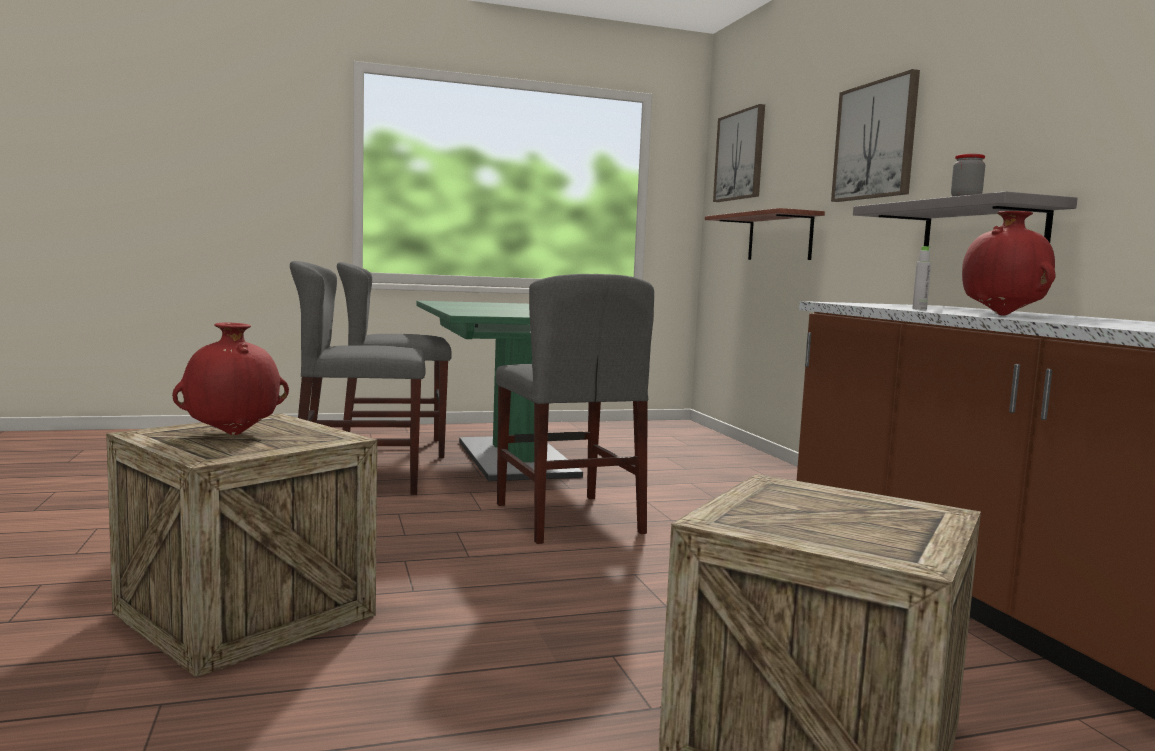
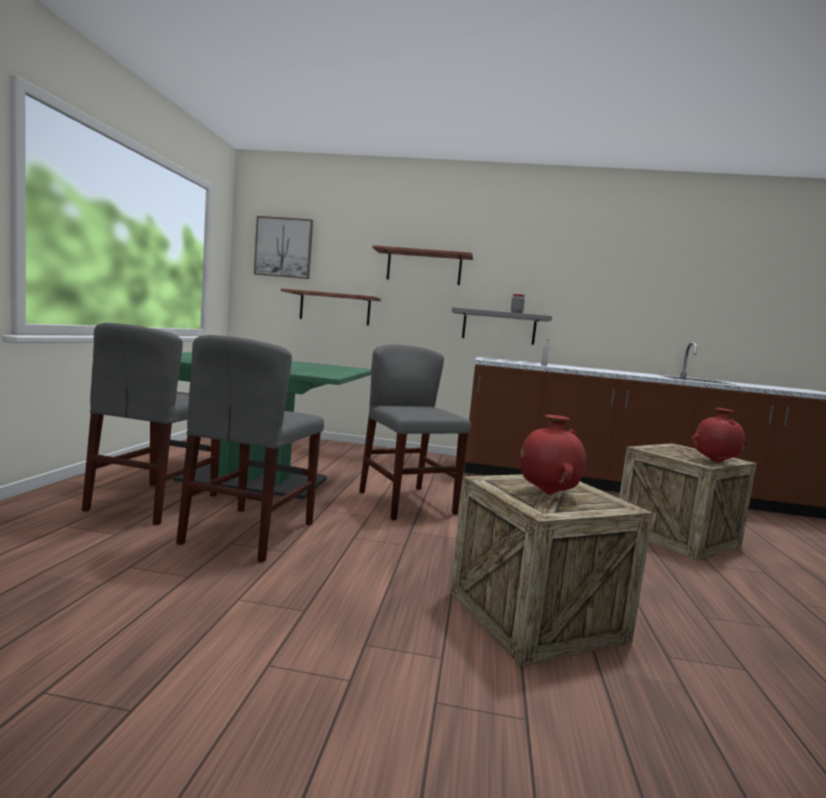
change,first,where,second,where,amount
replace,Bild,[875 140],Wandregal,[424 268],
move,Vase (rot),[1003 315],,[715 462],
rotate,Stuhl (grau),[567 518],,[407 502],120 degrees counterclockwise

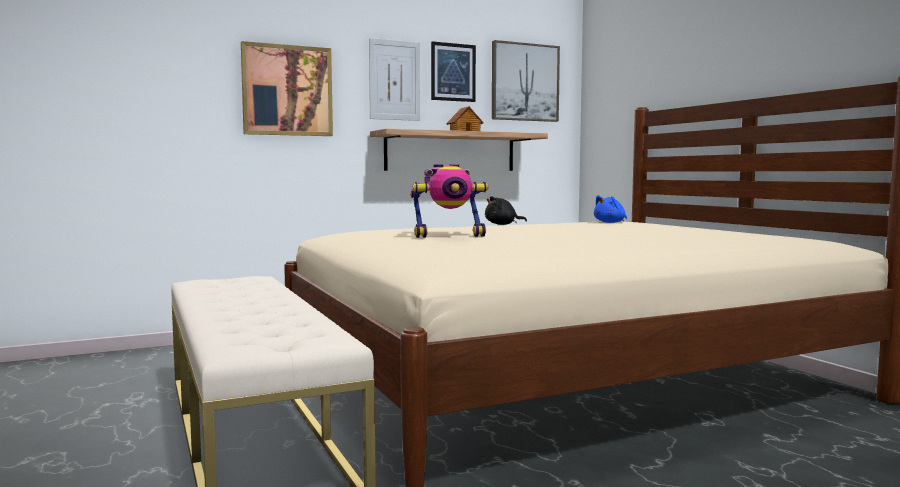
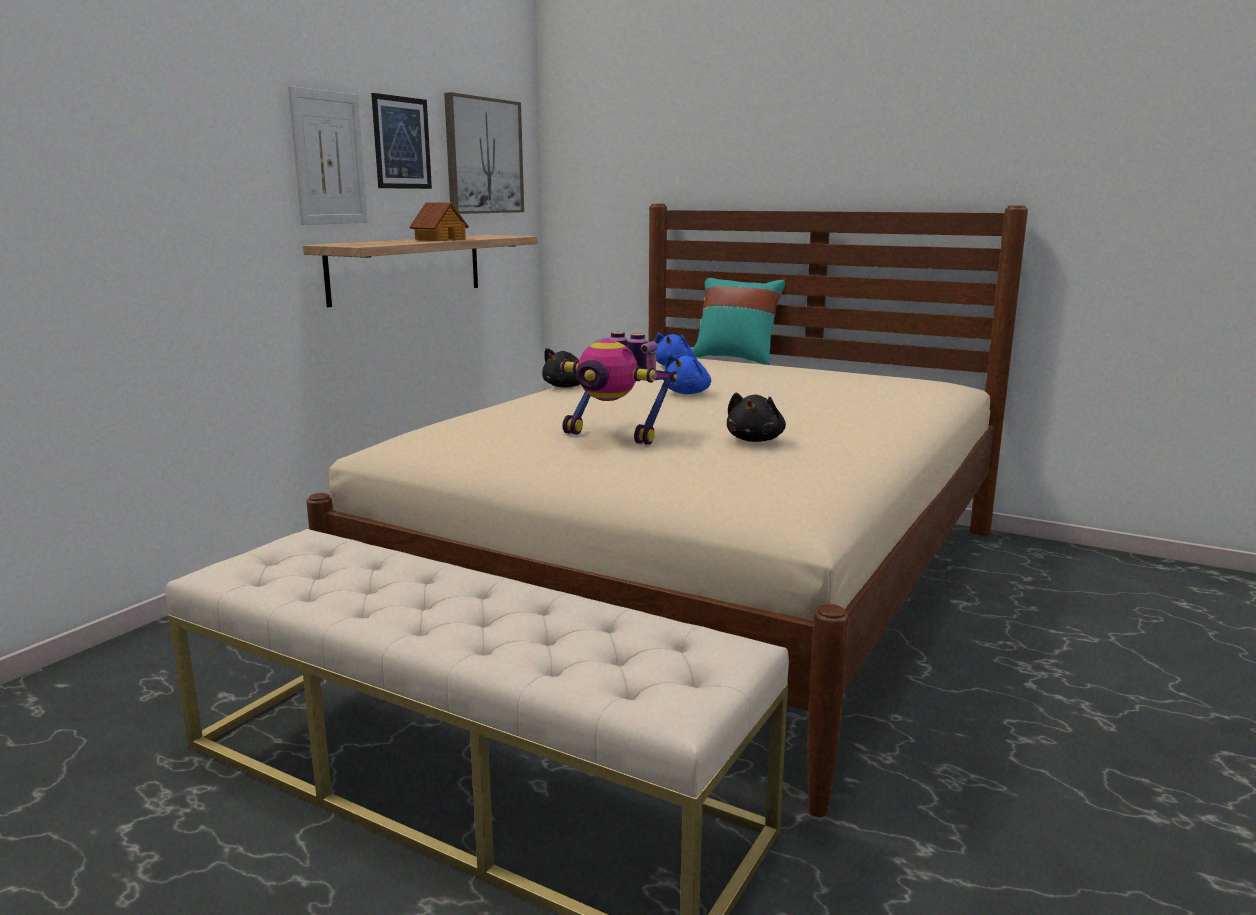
change,first,where,second,where,amount
delete,Bild,[287 90],,,
rotate,Spielzeugroboter,[449 236],,[615 435],75 degrees clockwise
insert,,,Kissen (türkis),[736 359],
insert,,,Plüschtier (blau),[688 393],
insert,,,Plüschtier (schwarz),[755 440],

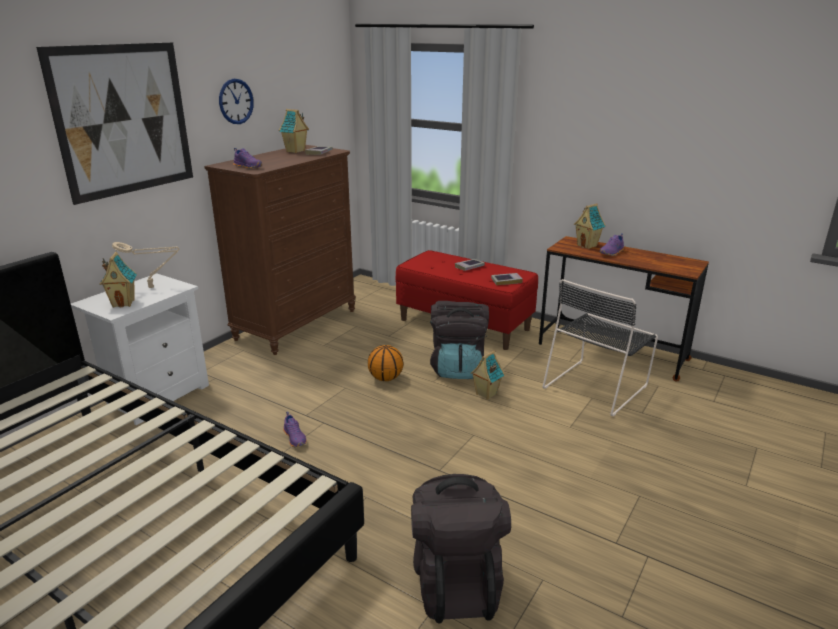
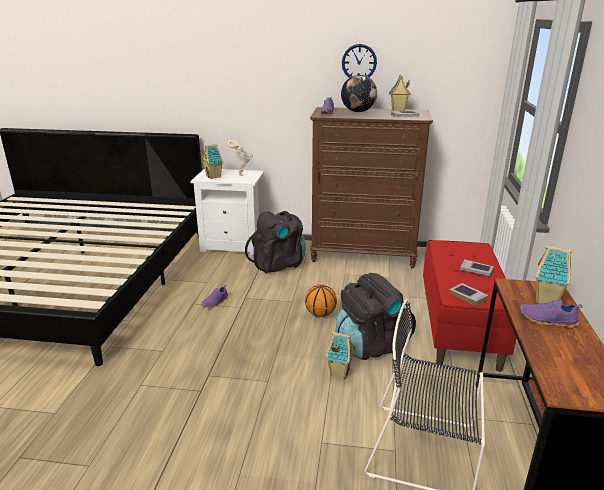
change,first,where,second,where,amount
delete,Bild,[124 120],,,
move,Rucksack (schwarz),[456 582],,[278 264],
insert,,,Globus,[358 111],

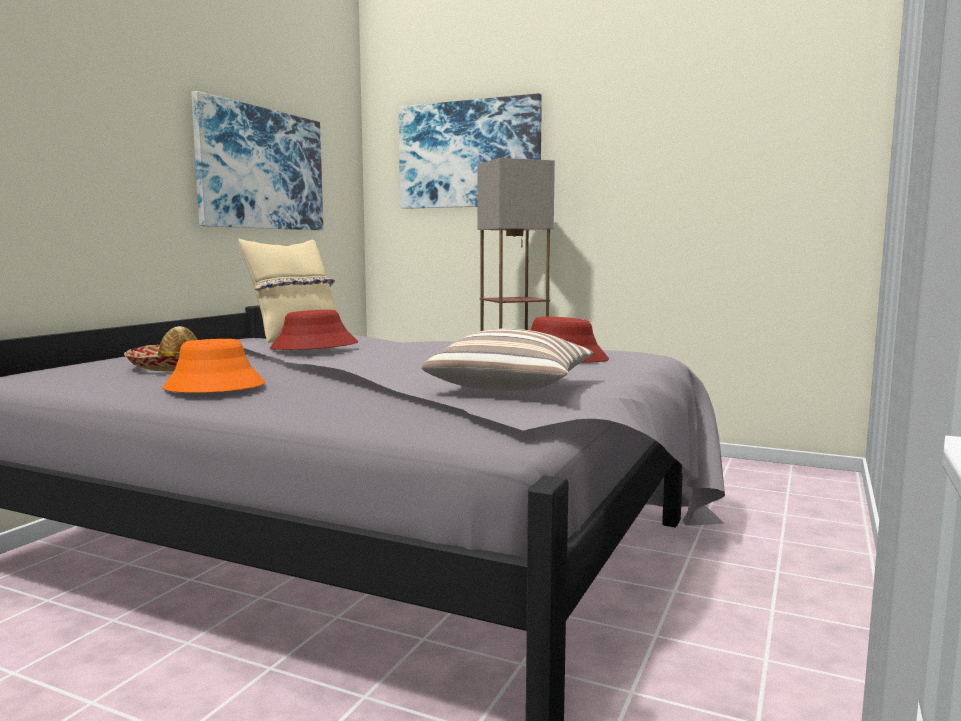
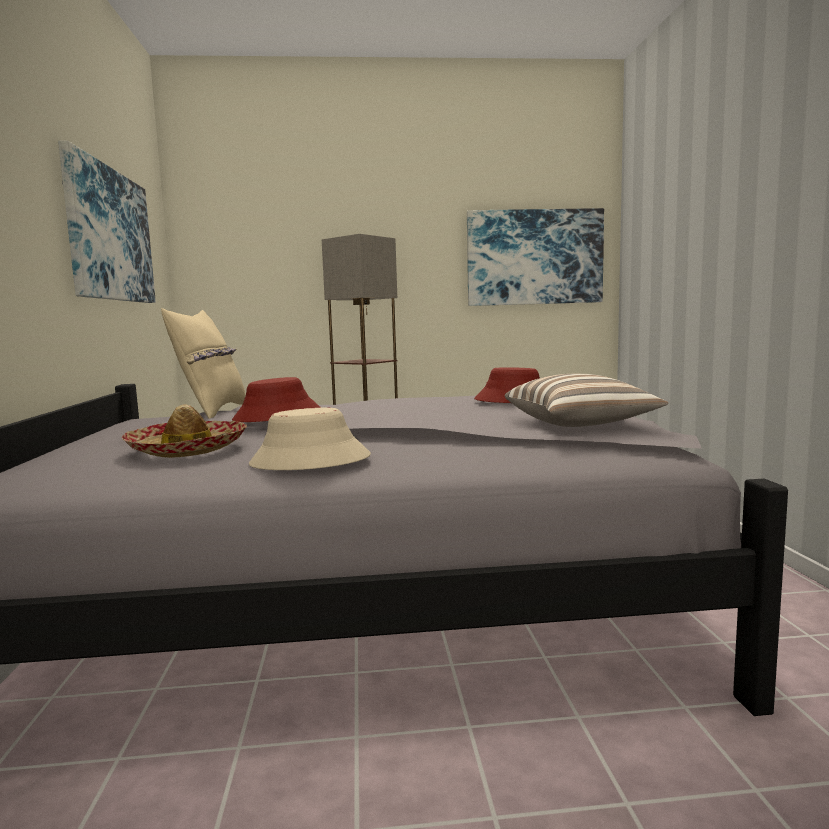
change,first,where,second,where,amount
move,Bild,[469 154],,[534 257],
recolor,Hut (orange),[214 387],Hut (beige),[309 461],

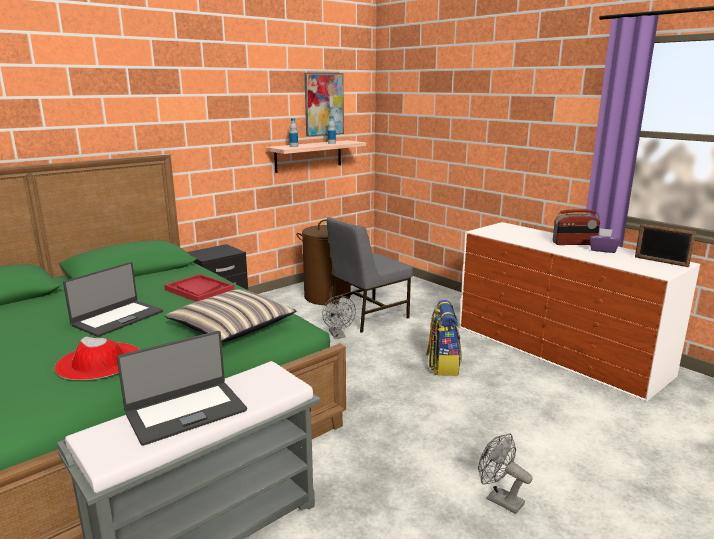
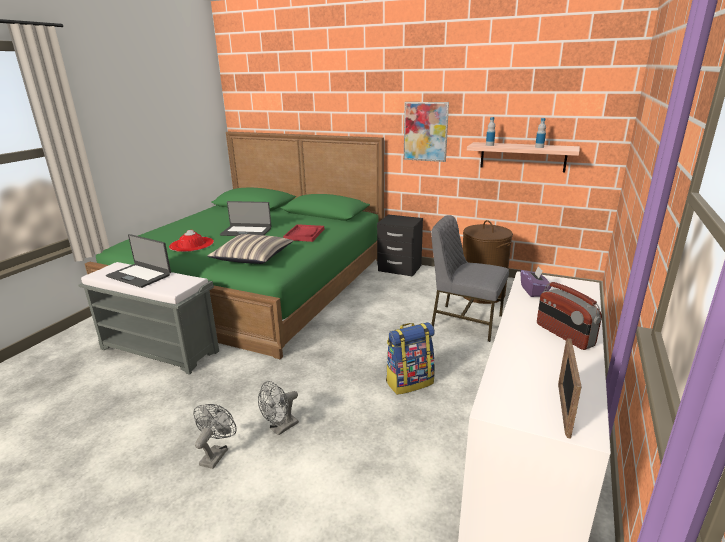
change,first,where,second,where,amount
move,Bild,[324 104],,[425 131],
move,Taschentuchbox (lila),[603 250],,[534 291],
move,Ventilator (grau),[338 335],,[280 428],

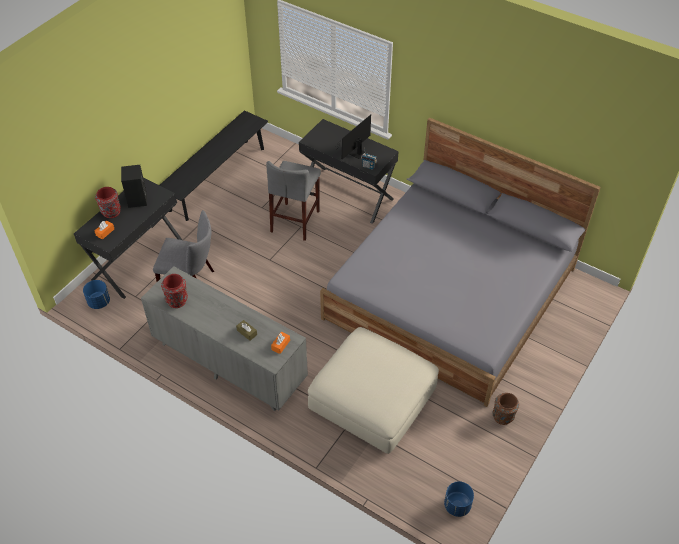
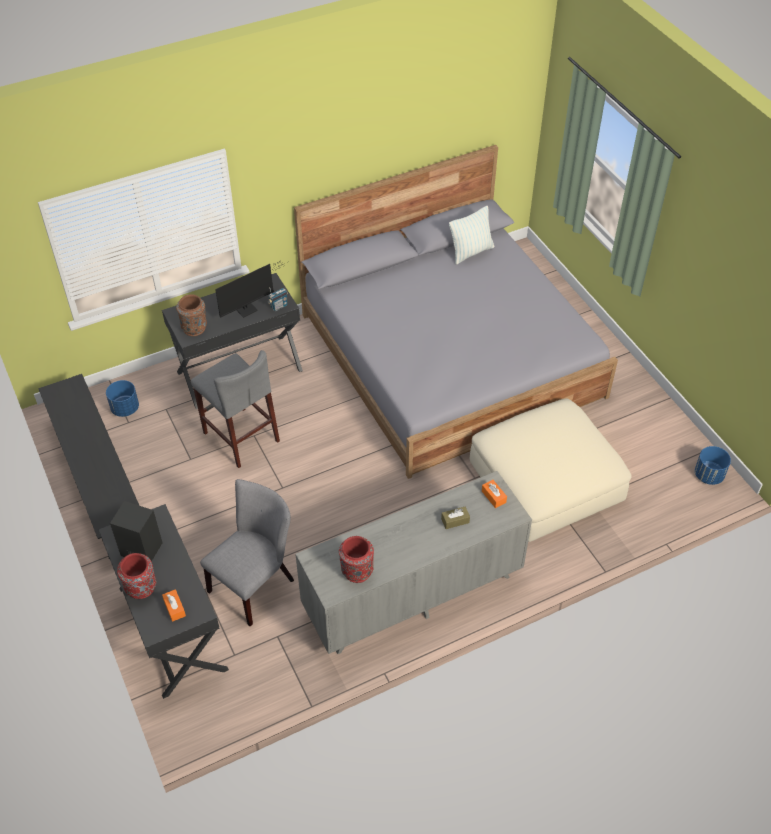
change,first,where,second,where,amount
rotate,Monitor,[355 154],,[249 308],105 degrees counterclockwise
move,Pflanzkübel (blau),[99 302],,[125 408],
move,Vase (braun),[503 416],,[194 328],
insert,,,Kissen,[471 252],

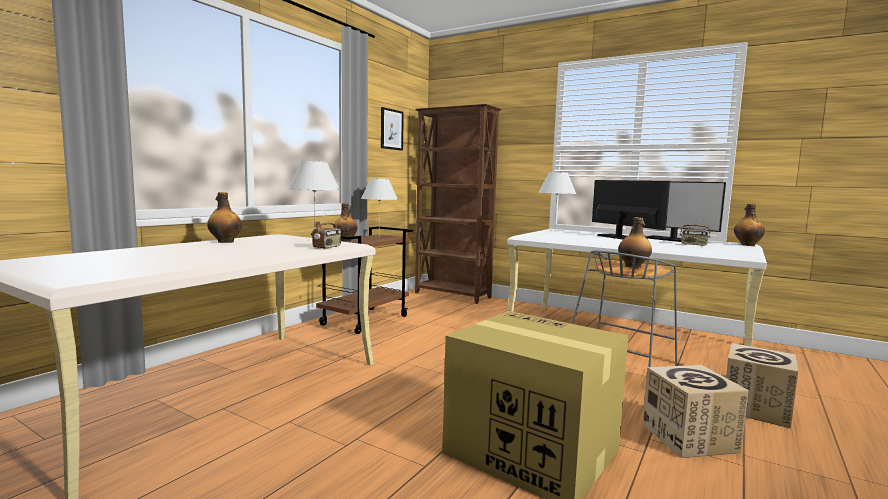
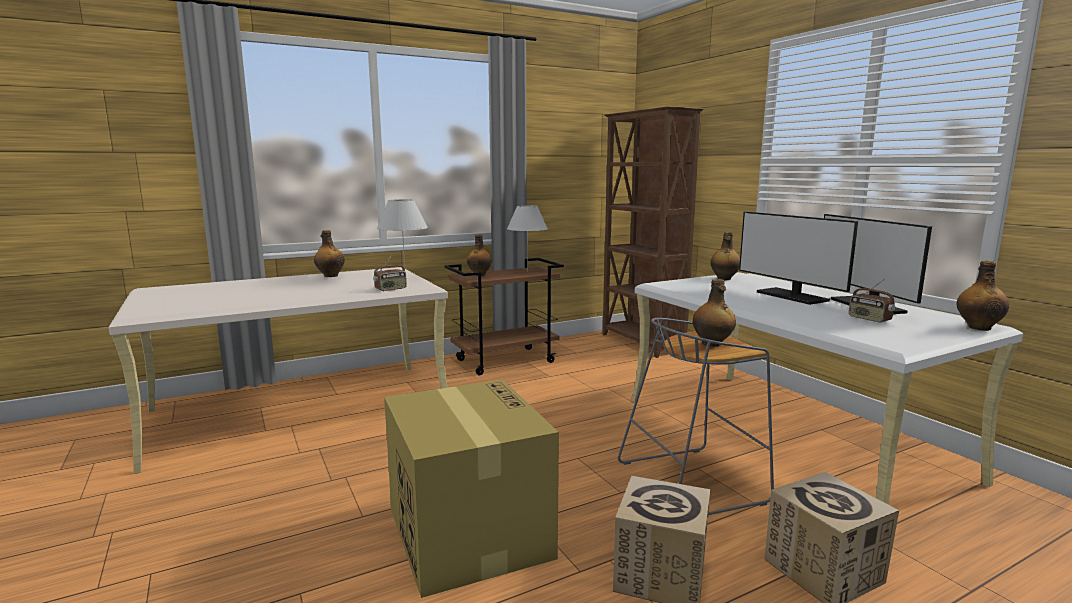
change,first,where,second,where,amount
delete,Bild,[391 129],,,
replace,Tischlampe (weiß),[554 232],Flasche,[724 279],
rotate,Monitor,[621 238],,[791 296],150 degrees clockwise

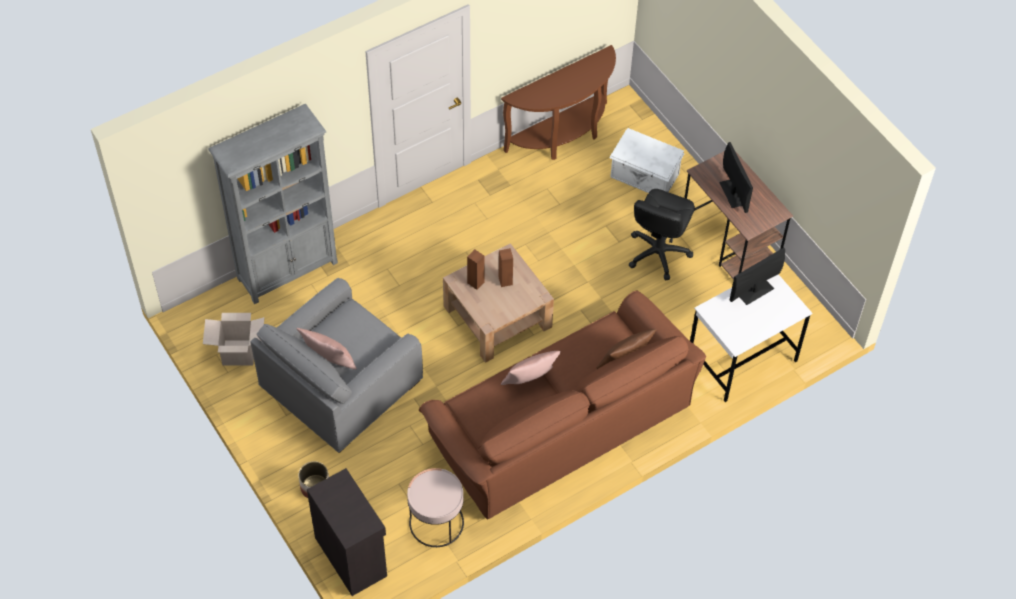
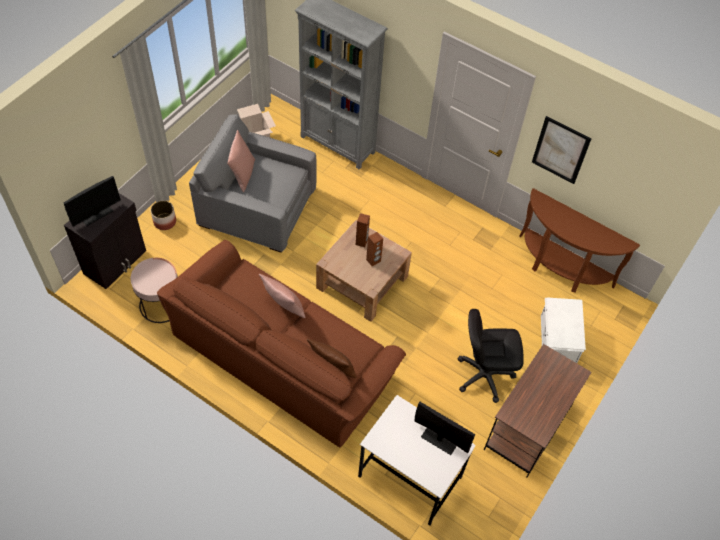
change,first,where,second,where,amount
move,Monitor,[732 193],,[96 214],
insert,,,Bild,[560 150],

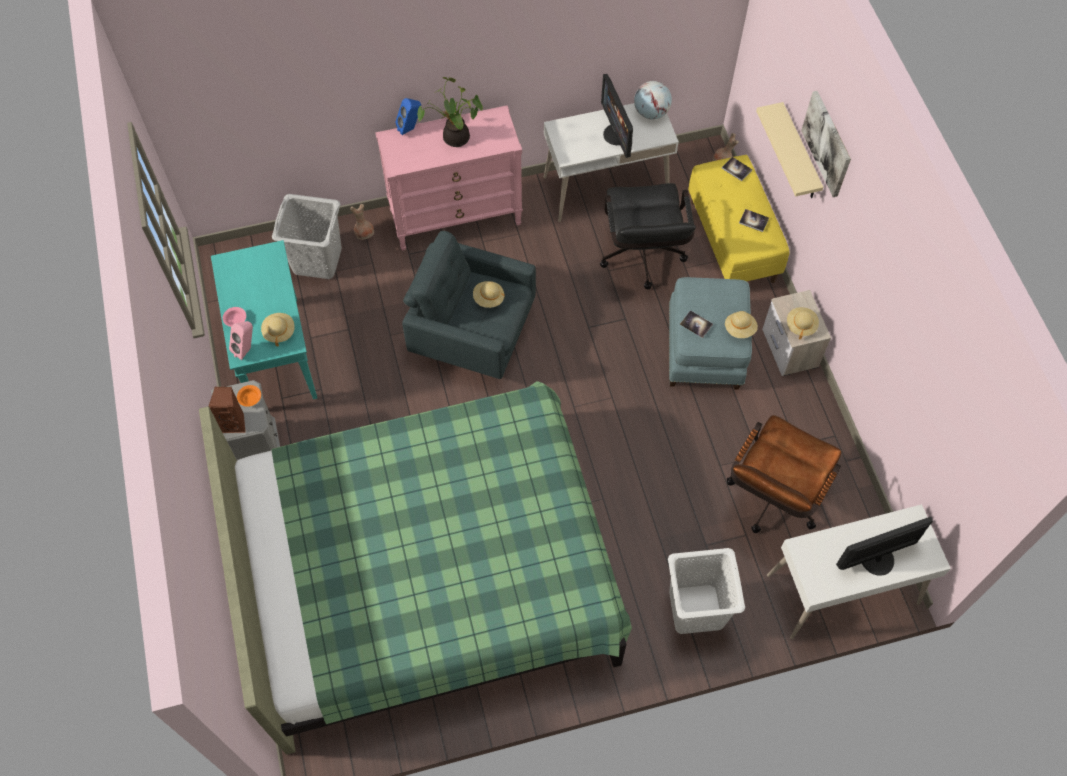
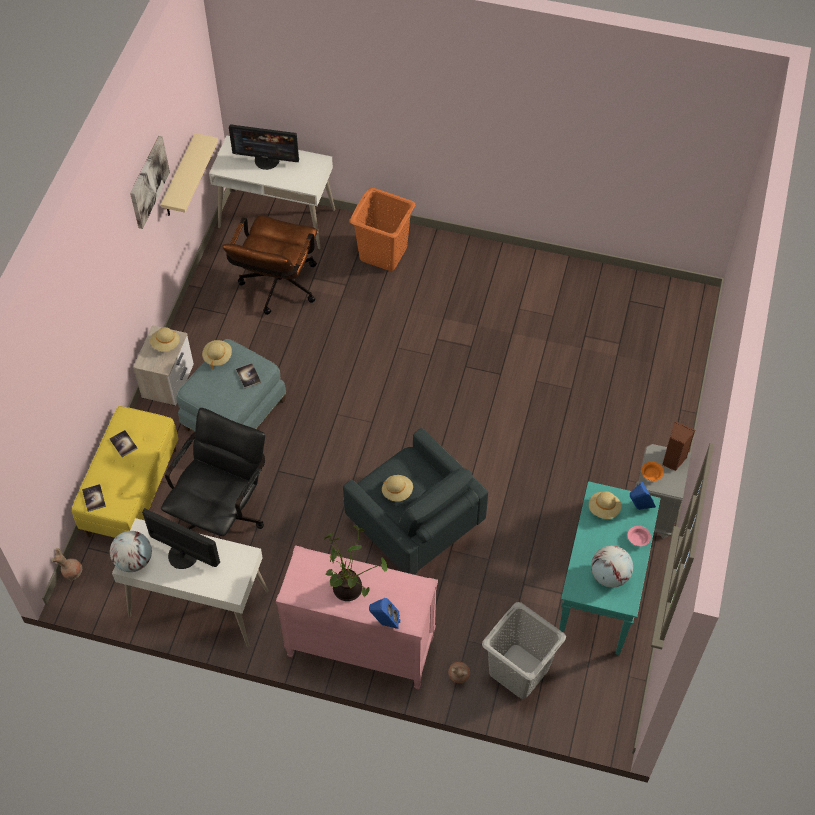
change,first,where,second,where,amount
rotate,Monitor,[617 134],,[183 554],75 degrees counterclockwise
move,Bild,[827 143],,[148 181],
move,Wandregal (beige),[799 154],,[179 178],
recolor,Lautsprecher (rosa),[246 349],Lautsprecher (blau),[639 507],
delete,Bett (grün),[427 574],,,
rotate,Bürostuhl (braun),[771 500],,[277 289],135 degrees clockwise
recolor,Wäschekorb (weiß),[696 609],Wäschekorb (orange),[383 253],
insert,,,Globus,[609 575],

